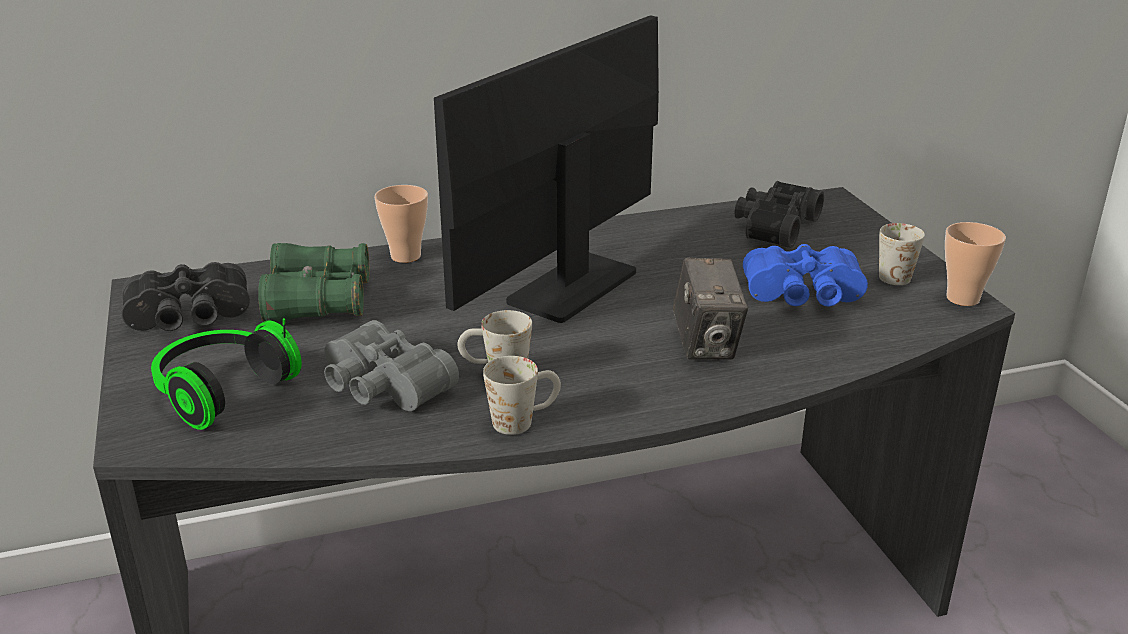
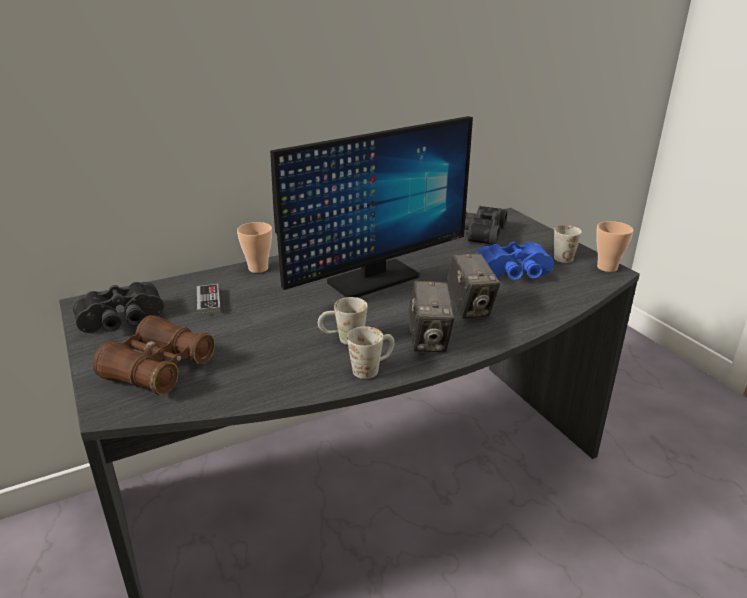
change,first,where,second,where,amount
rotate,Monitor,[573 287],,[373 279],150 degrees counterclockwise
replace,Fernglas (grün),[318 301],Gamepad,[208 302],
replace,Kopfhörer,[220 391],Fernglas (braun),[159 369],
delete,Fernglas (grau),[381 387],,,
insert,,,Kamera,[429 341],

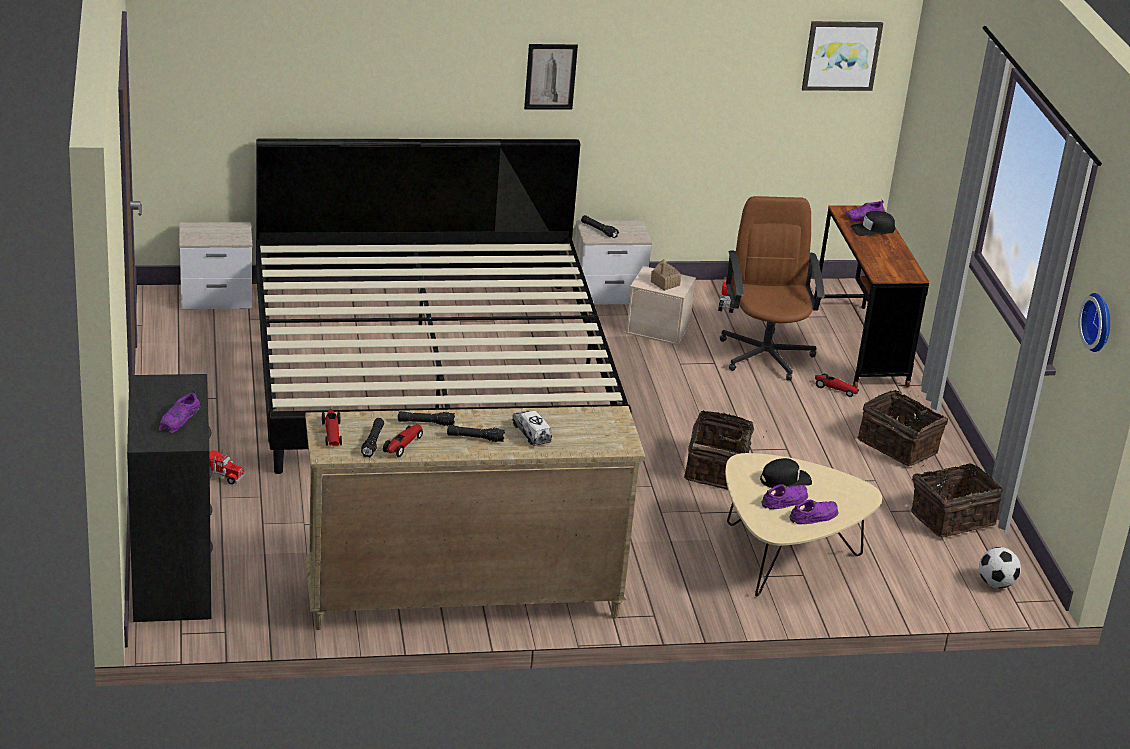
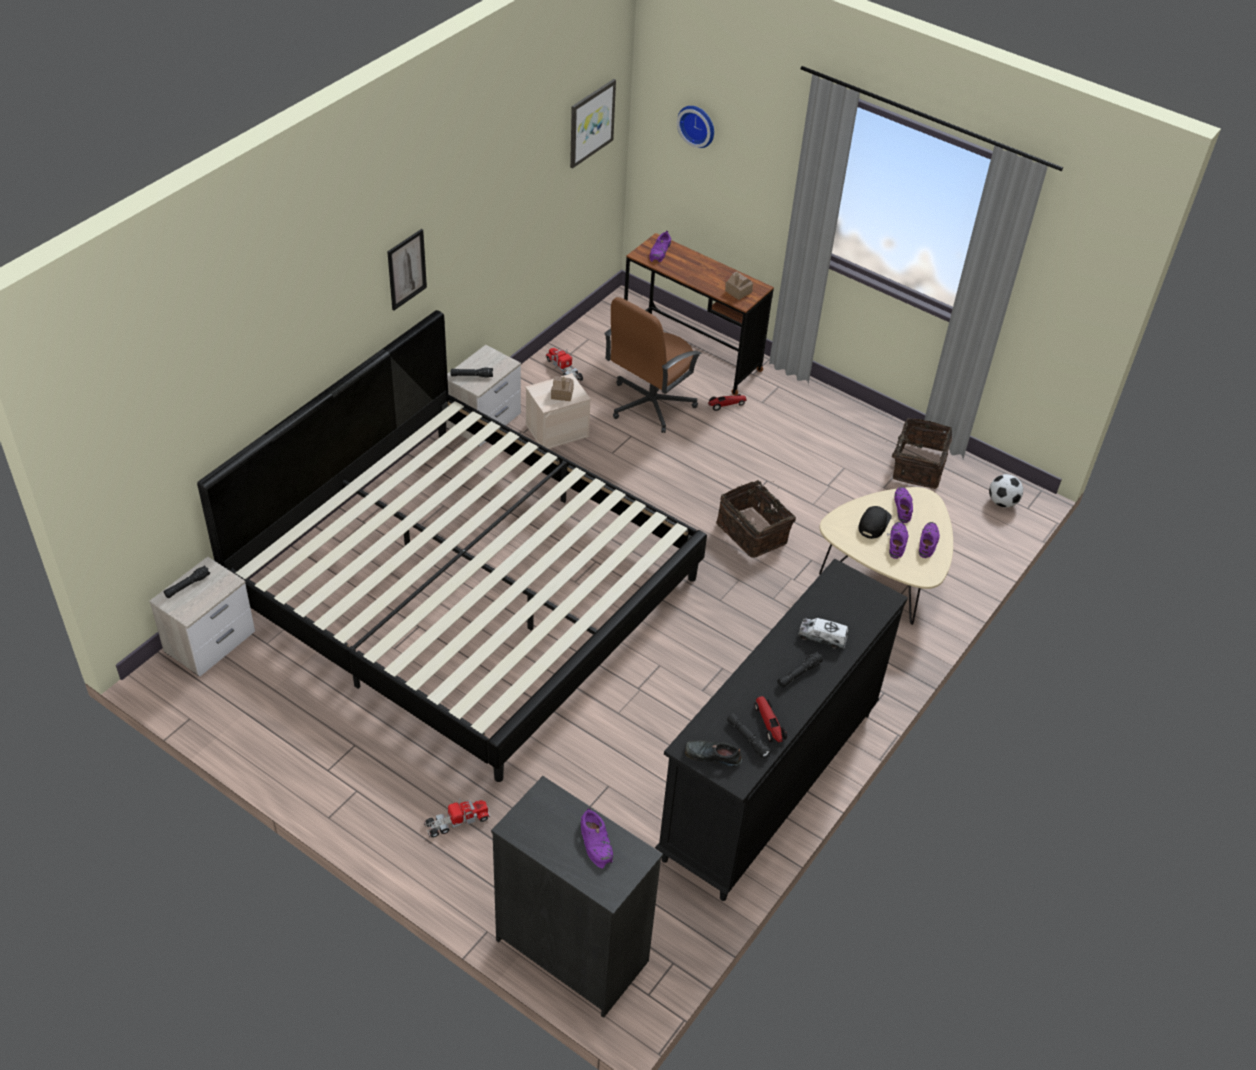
change,first,where,second,where,amount
rotate,Bürostuhl (braun),[765 355],,[650 404],90 degrees counterclockwise
delete,Kappe (schwarz),[873 229],,,
move,Wanduhr,[1100 322],,[698 125],
delete,Korb,[899 445],,,
recolor,Kommode (beige),[462 599],Kommode (schwarz),[768 785],
replace,Spielzeugauto,[332 433],Schuh (schwarz),[711 755],
move,Taschenlampe (schwarz),[426 423],,[187 586],
insert,,,Spielzeughaus,[738 291],
insert,,,Schuh (lila),[902 507],

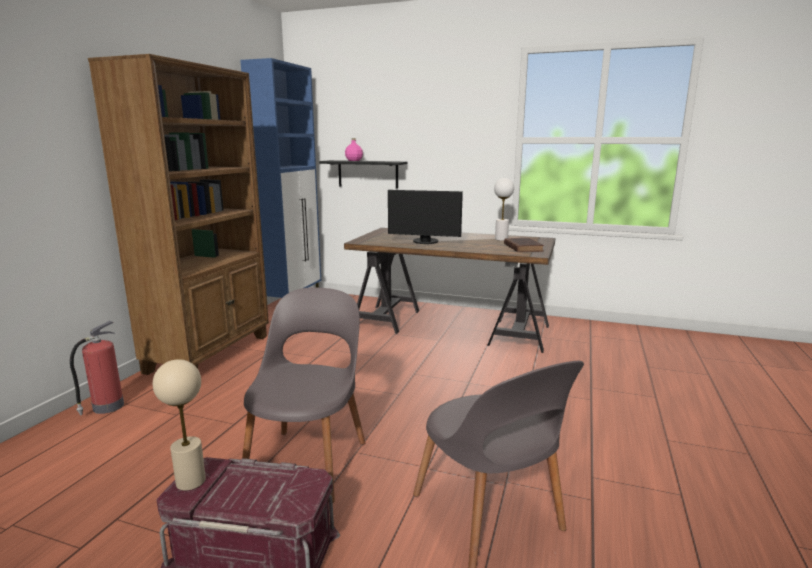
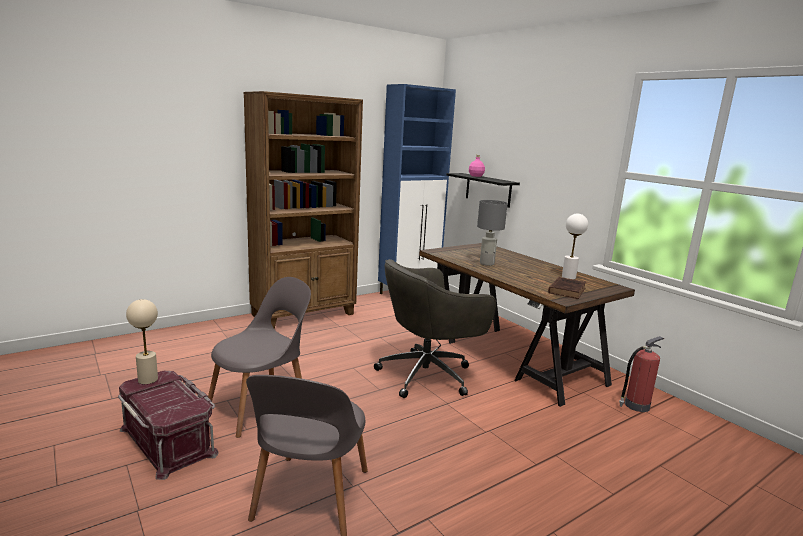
change,first,where,second,where,amount
replace,Monitor,[425 242],Tischlampe (grau),[487 263],
move,Feuerlöscher,[106 407],,[635 406],
insert,,,Bürostuhl (grau),[428 375],

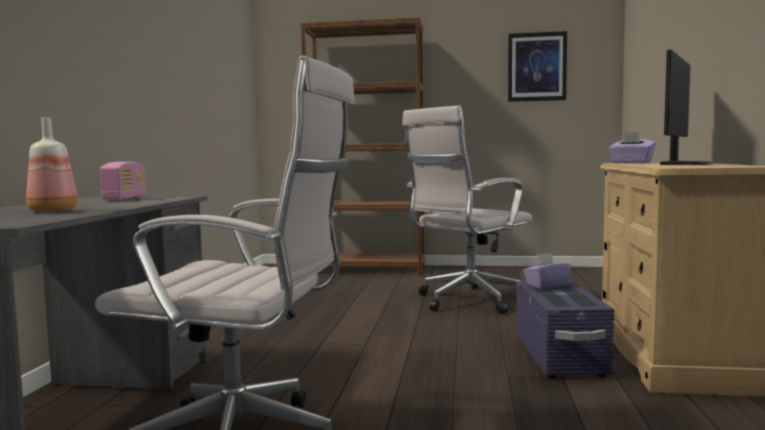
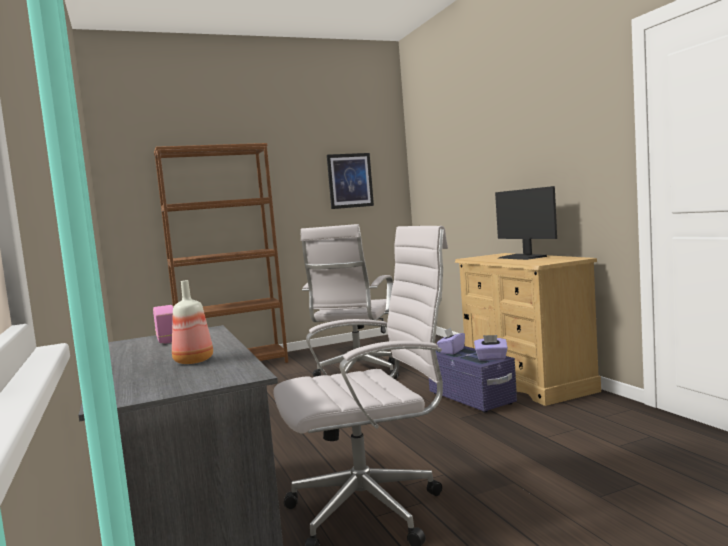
change,first,where,second,where,amount
rotate,Monitor,[685 164],,[522 257],150 degrees clockwise
move,Taschentuchbox (lila),[631 163],,[491 358],

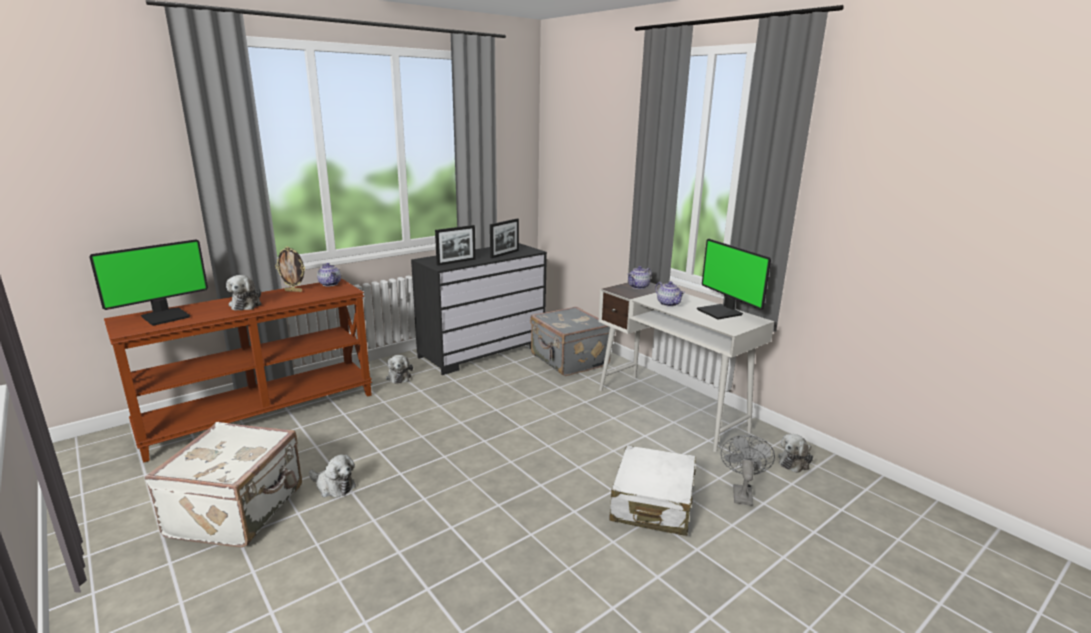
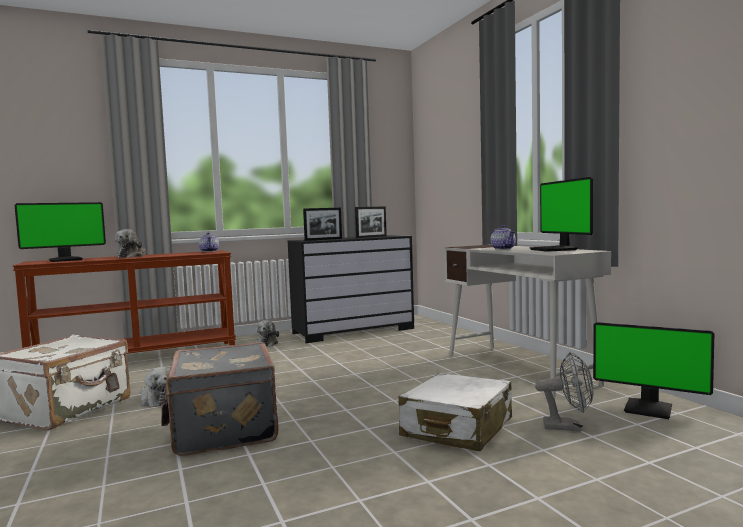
change,first,where,second,where,amount
delete,Bilderrahmen,[294 291],,,
delete,Teekanne,[638 287],,,
move,Koffer (grau),[568 360],,[223 430],
replace,Plüschtier,[795 462],Monitor,[649 408],
rotate,Ventilator (grau),[741 493],,[568 427],75 degrees clockwise

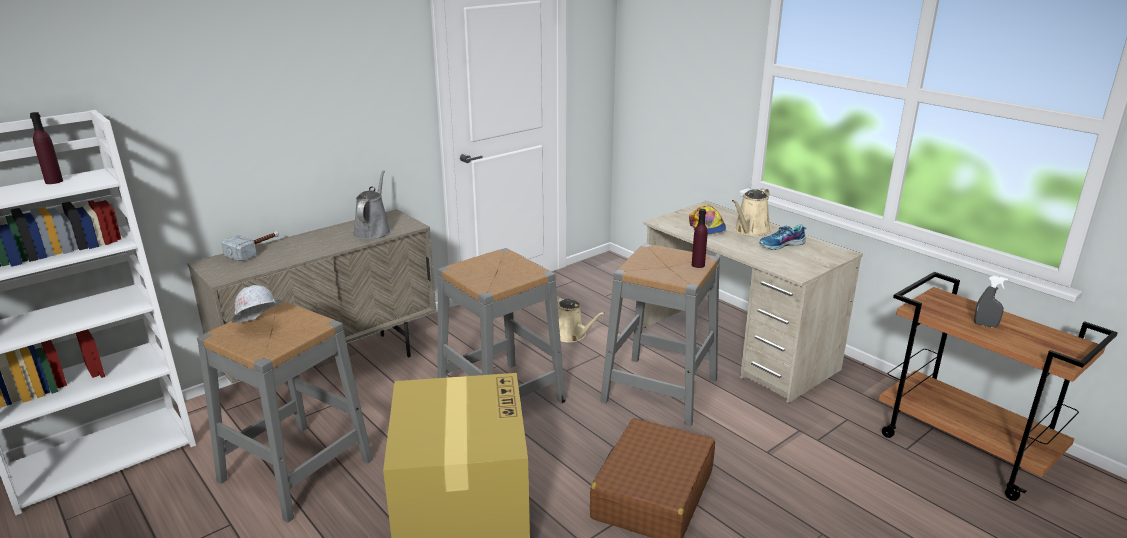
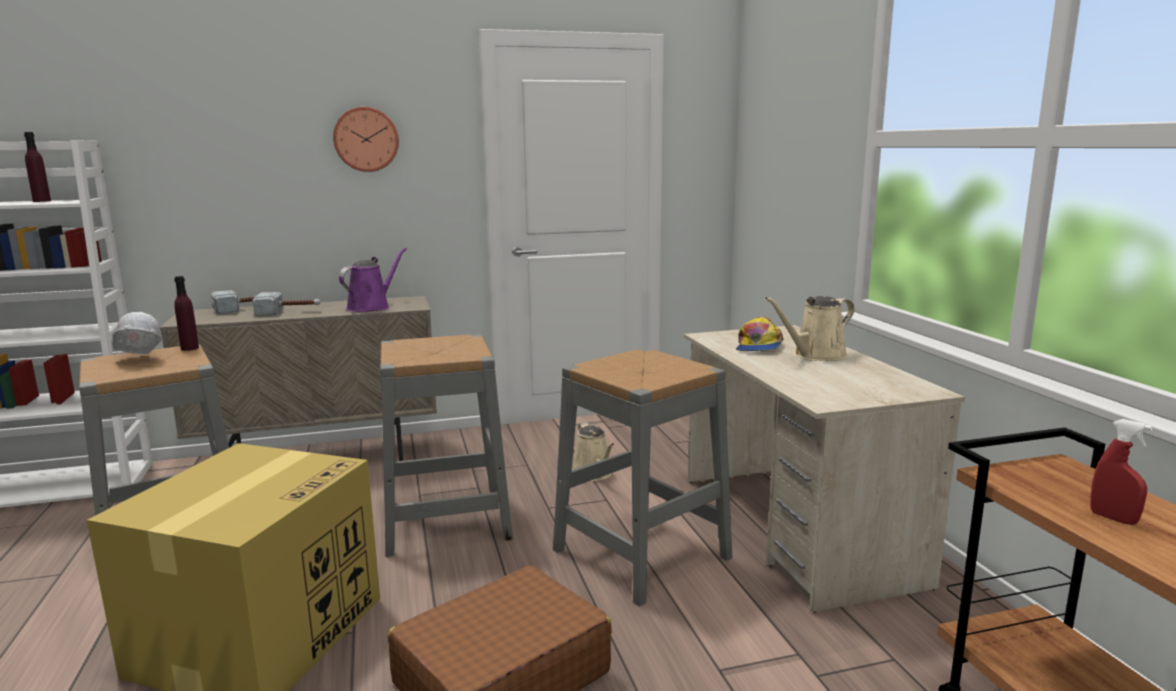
change,first,where,second,where,amount
recolor,Gießkanne (grau),[373 231],Gießkanne (lila),[371 307],
move,Flasche (lila),[698 265],,[190 348],
delete,Schuh,[782 245],,,
recolor,Sprühflasche (grau),[985 325],Sprühflasche (rot),[1113 518],
insert,,,Wanduhr,[366 139],
insert,,,Hammer,[288 312],

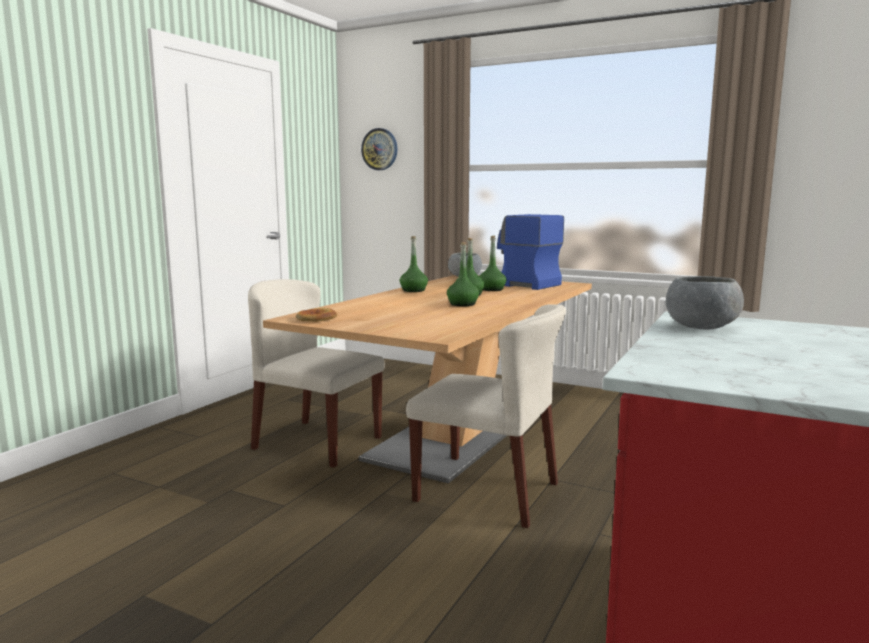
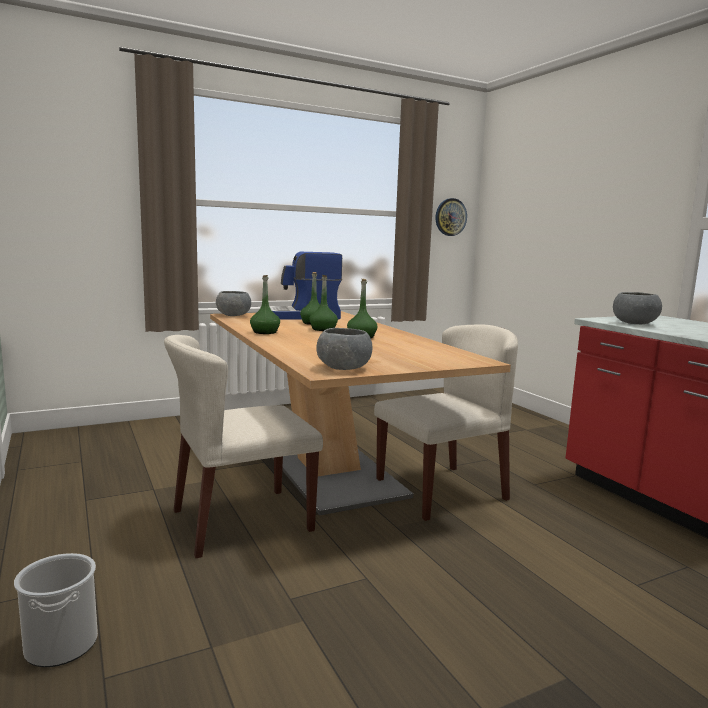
change,first,where,second,where,amount
move,Wanduhr,[379 149],,[450 217],
replace,Brot,[316 319],Schüssel (grau),[344 368],
insert,,,Eimer,[61 644],

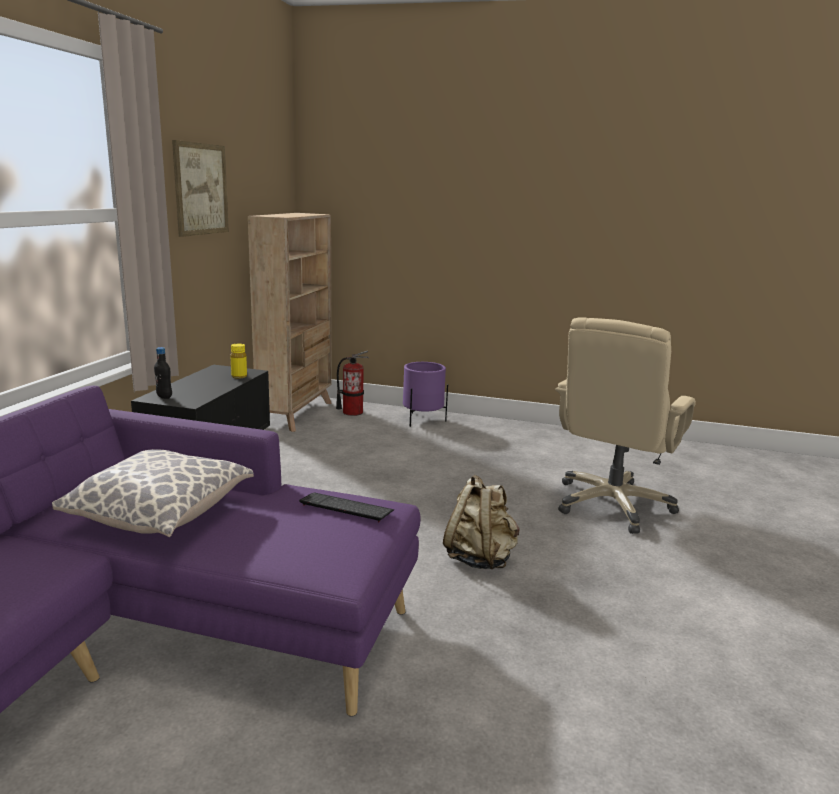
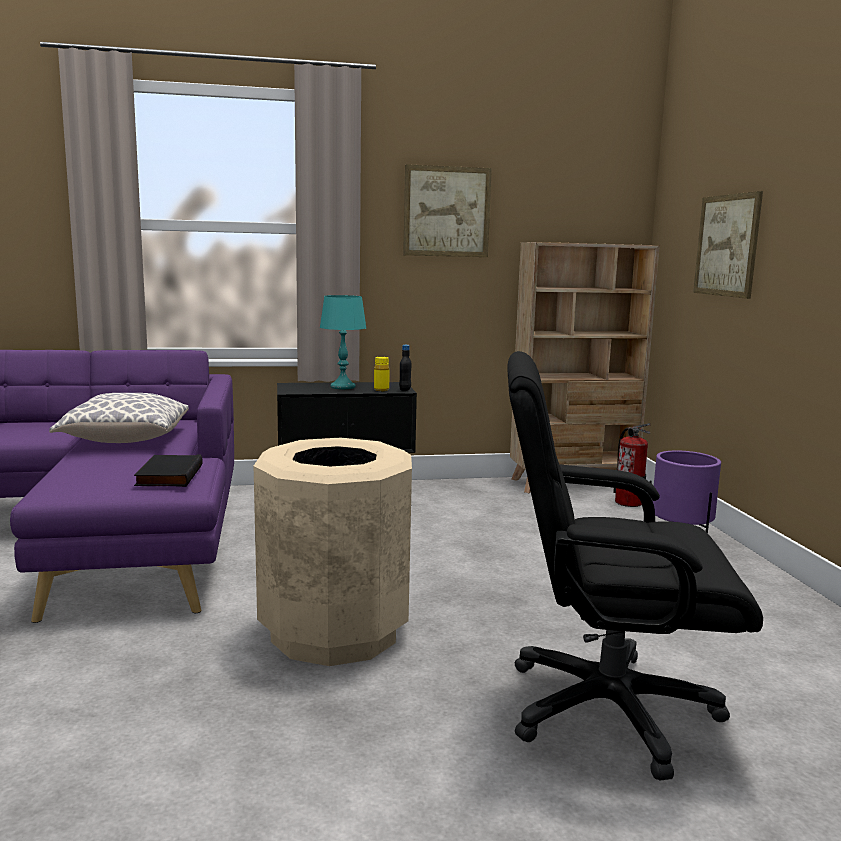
change,first,where,second,where,amount
recolor,Bürostuhl (beige),[612 505],Bürostuhl (schwarz),[606 709],
move,Flasche (schwarz),[164 397],,[405 390],
replace,Rucksack (beige),[480 558],Mülleimer (beige),[334 632],
replace,Tastatur,[346 508],Buch (schwarz),[168 475],
insert,,,Bild,[727 245],
insert,,,Tischlampe (türkis),[342 387],

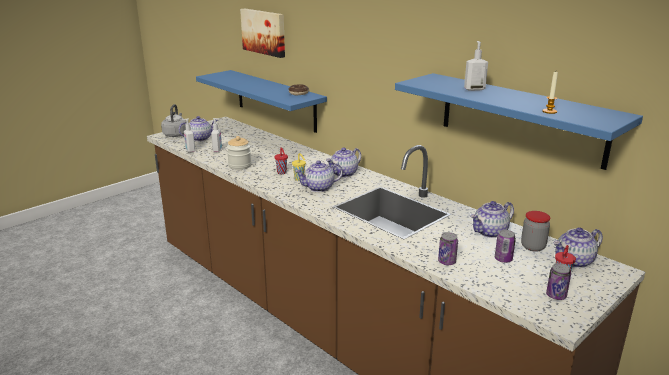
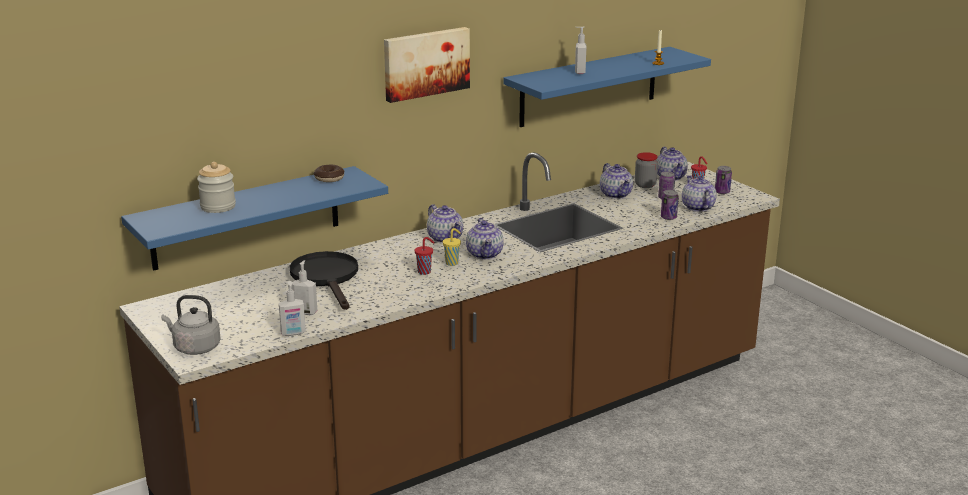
change,first,where,second,where,amount
move,Bild,[264 32],,[425 63],
move,Teekanne,[200 138],,[697 207],
move,Vorratsglas,[240 166],,[218 207],
insert,,,Pfanne (schwarz),[327 278],

